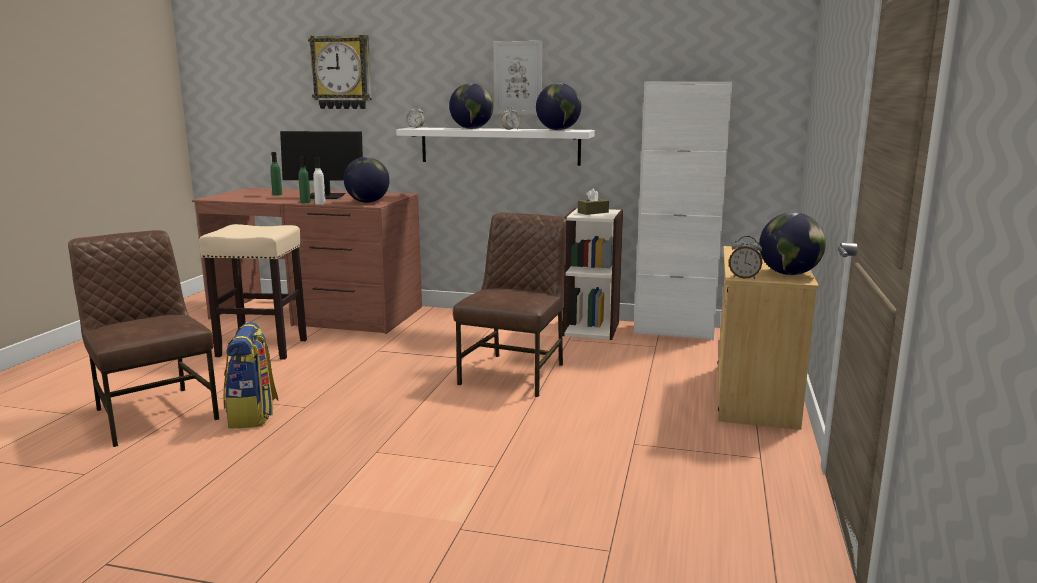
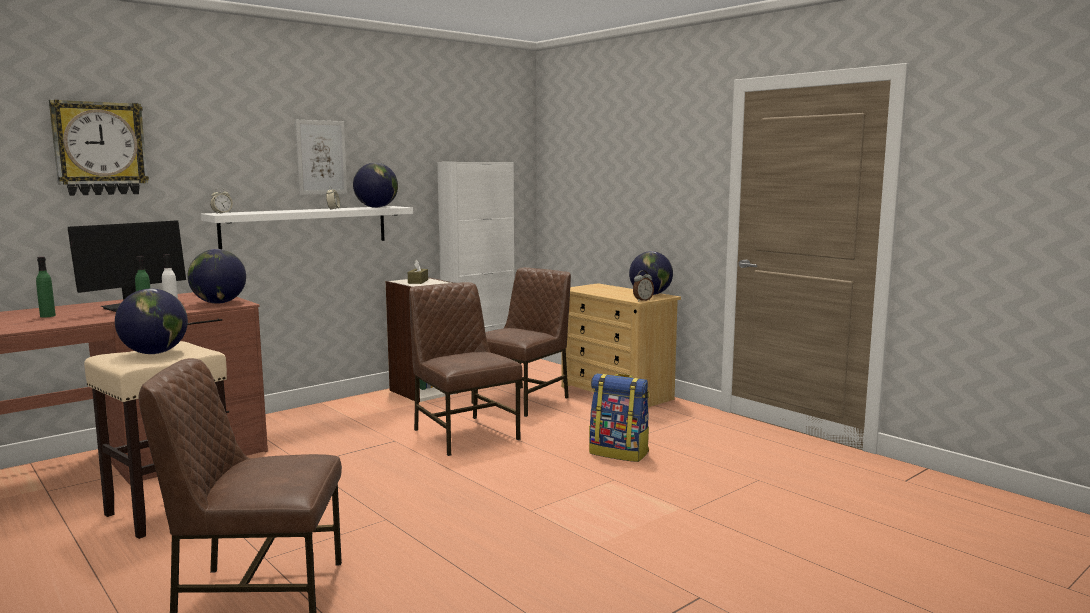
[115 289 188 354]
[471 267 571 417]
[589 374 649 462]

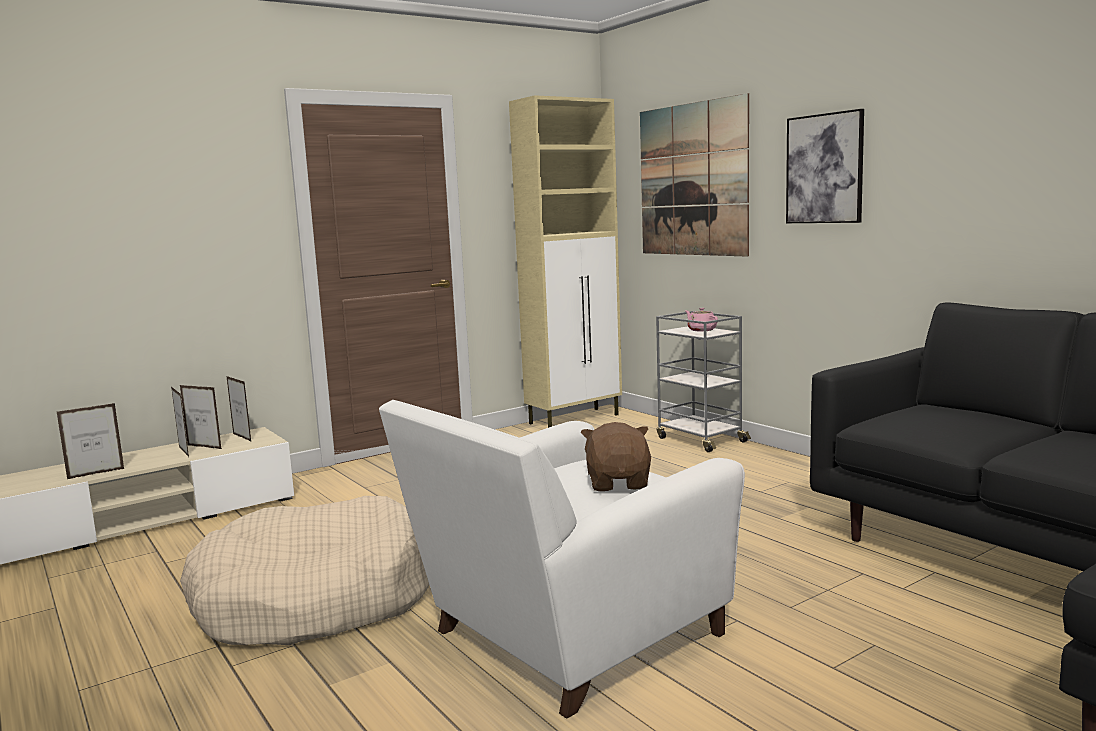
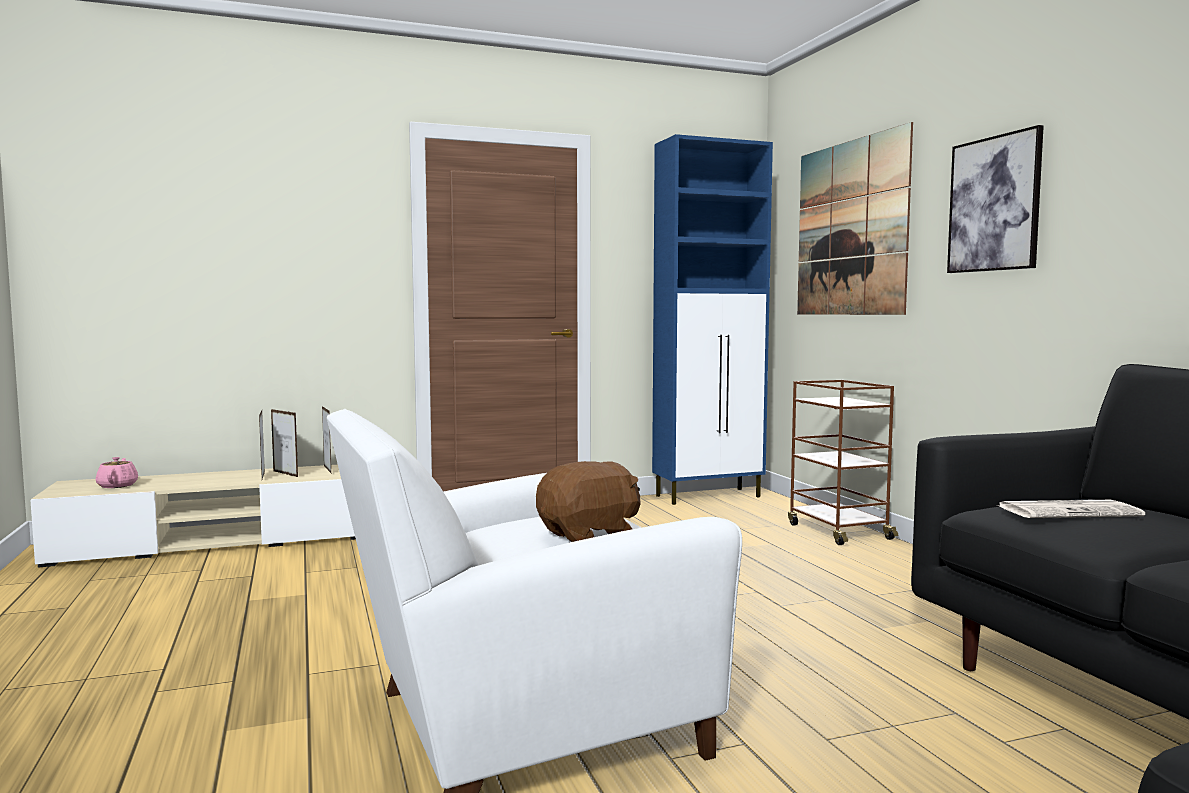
[96 457 138 488]
[536 461 641 542]
[652 134 773 505]
[788 380 898 545]
[997 500 1145 518]
[57 403 125 479] (first image)
[180 496 430 645] (first image)

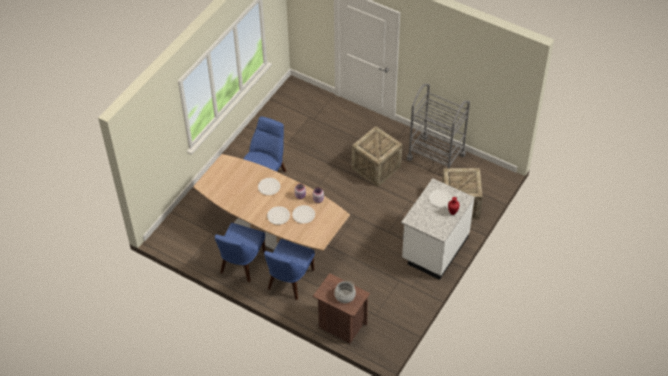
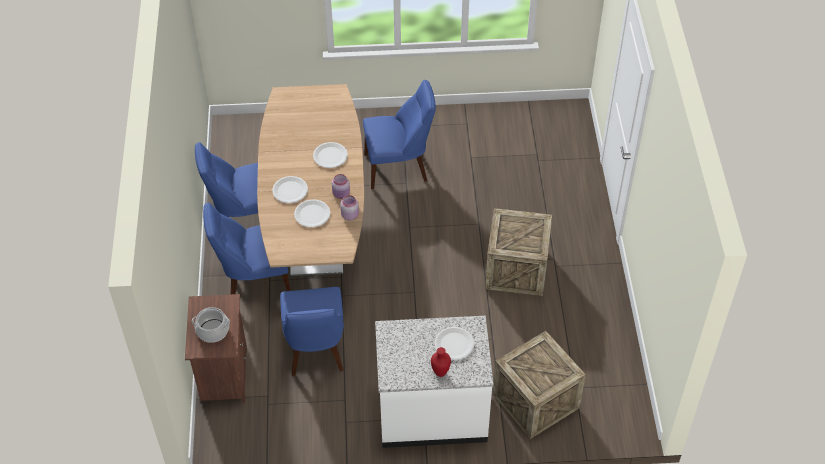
[280 287 344 376]
[407 84 470 168] (first image)

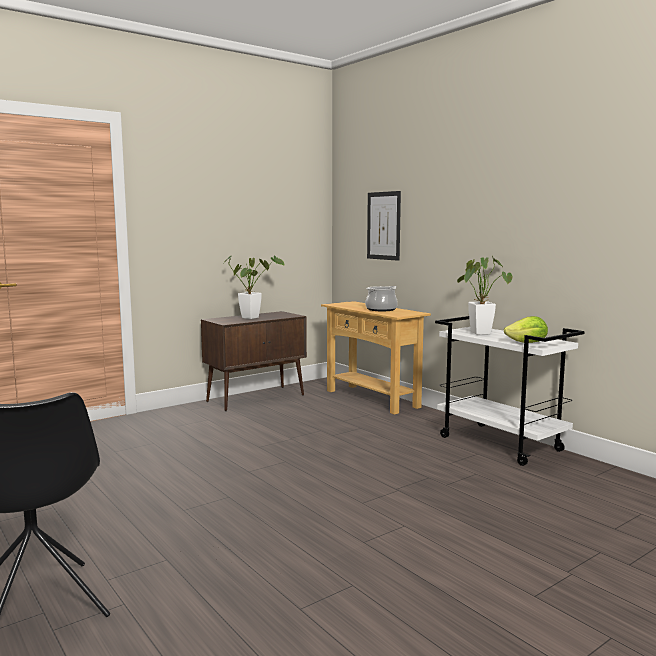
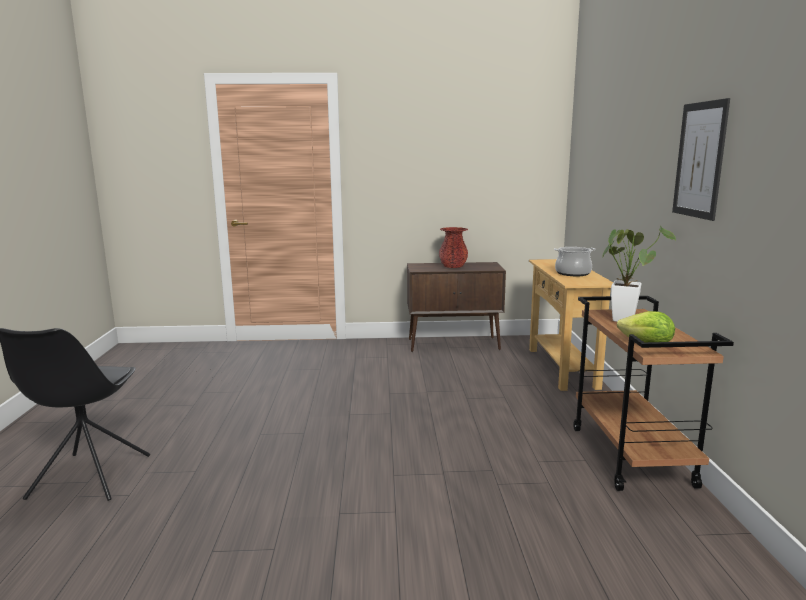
[439 227 468 268]
[573 296 734 491]
[672 98 730 221]

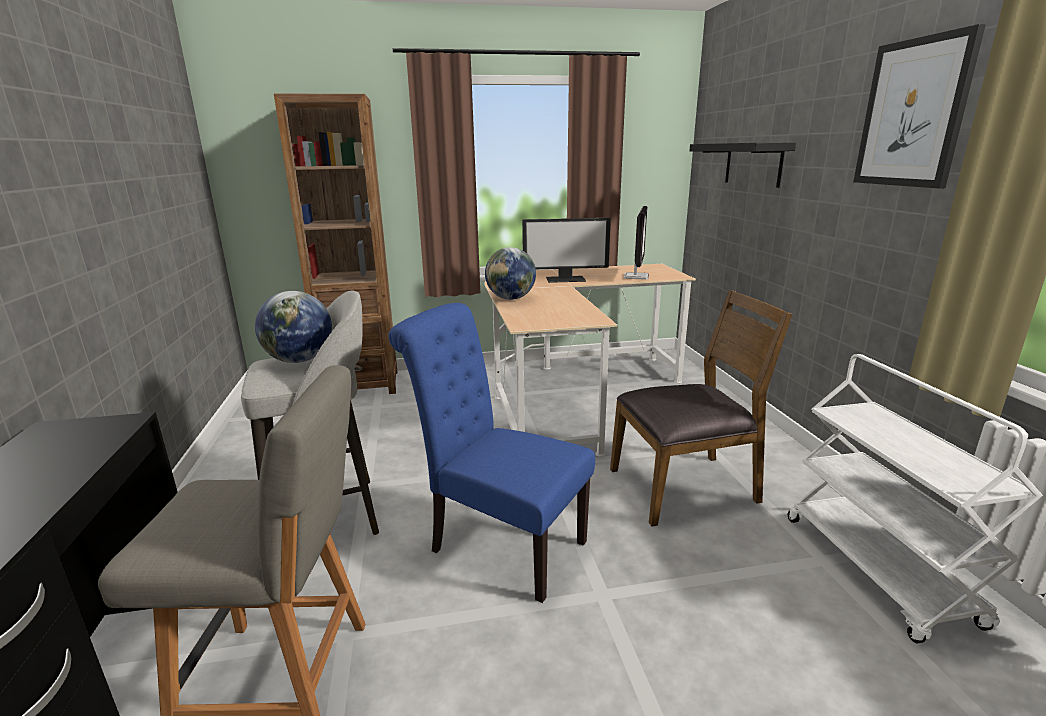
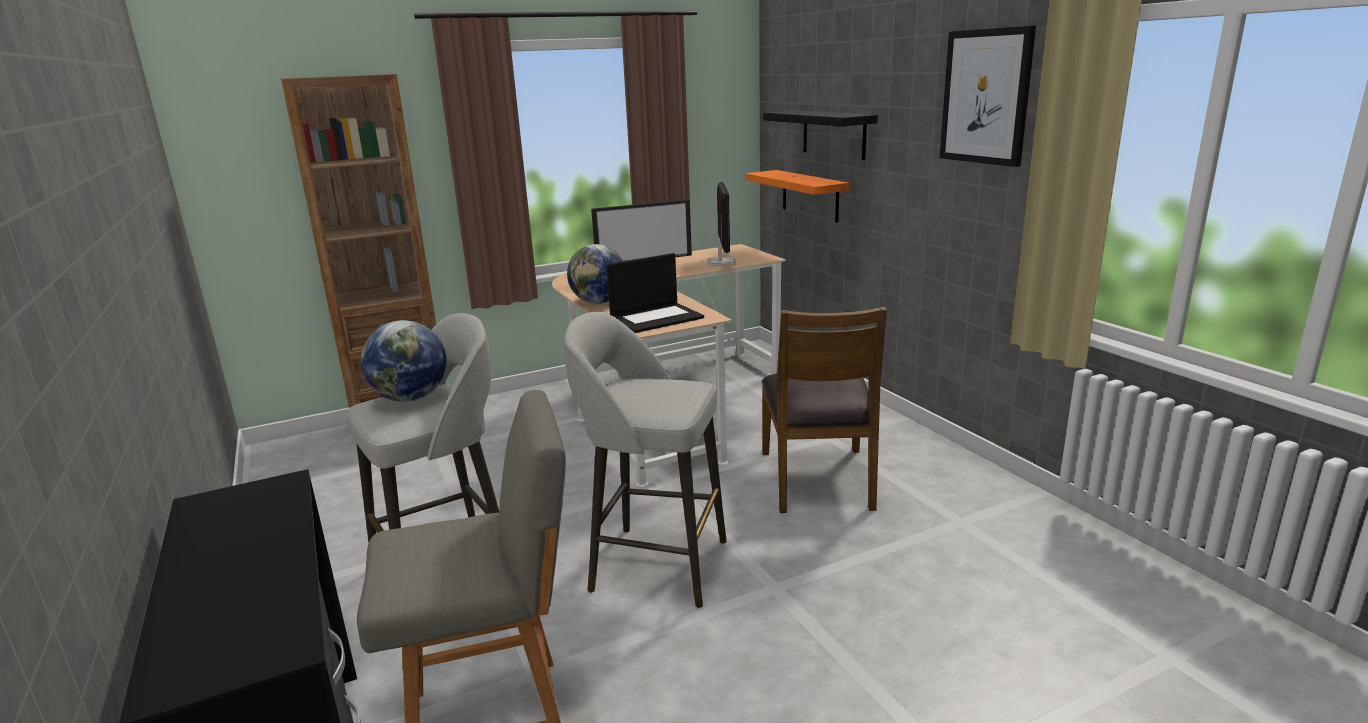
[565 312 727 608]
[606 253 704 333]
[745 170 849 223]
[762 307 887 513]
[788 354 1043 643] (first image)

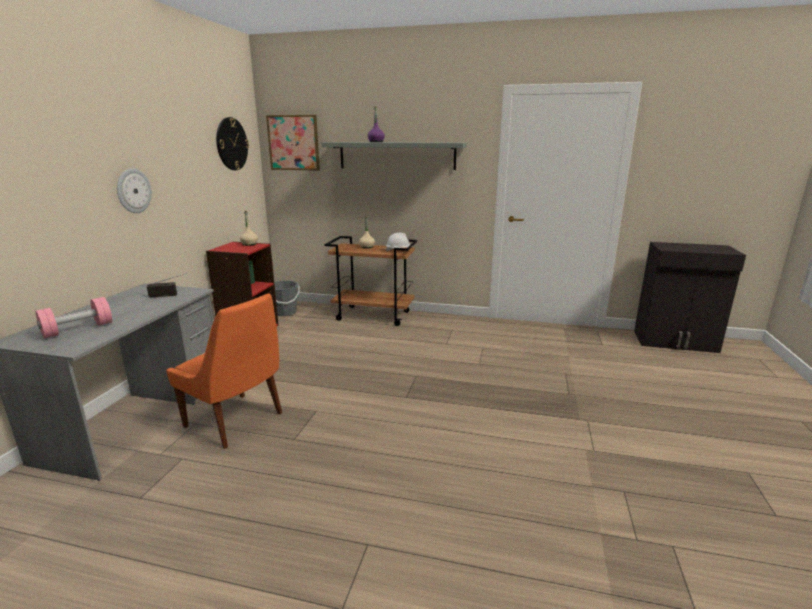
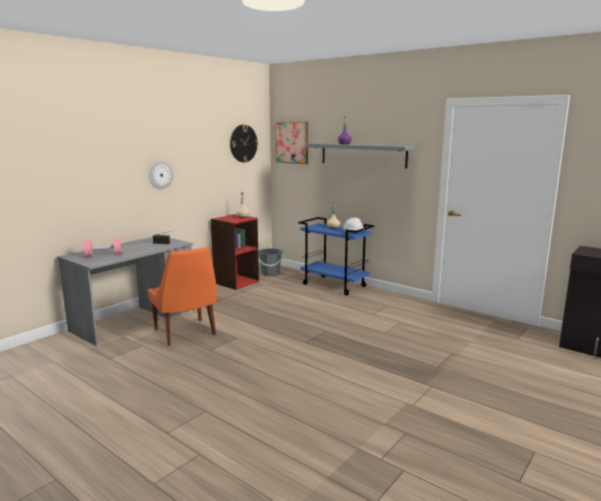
[298 217 374 296]

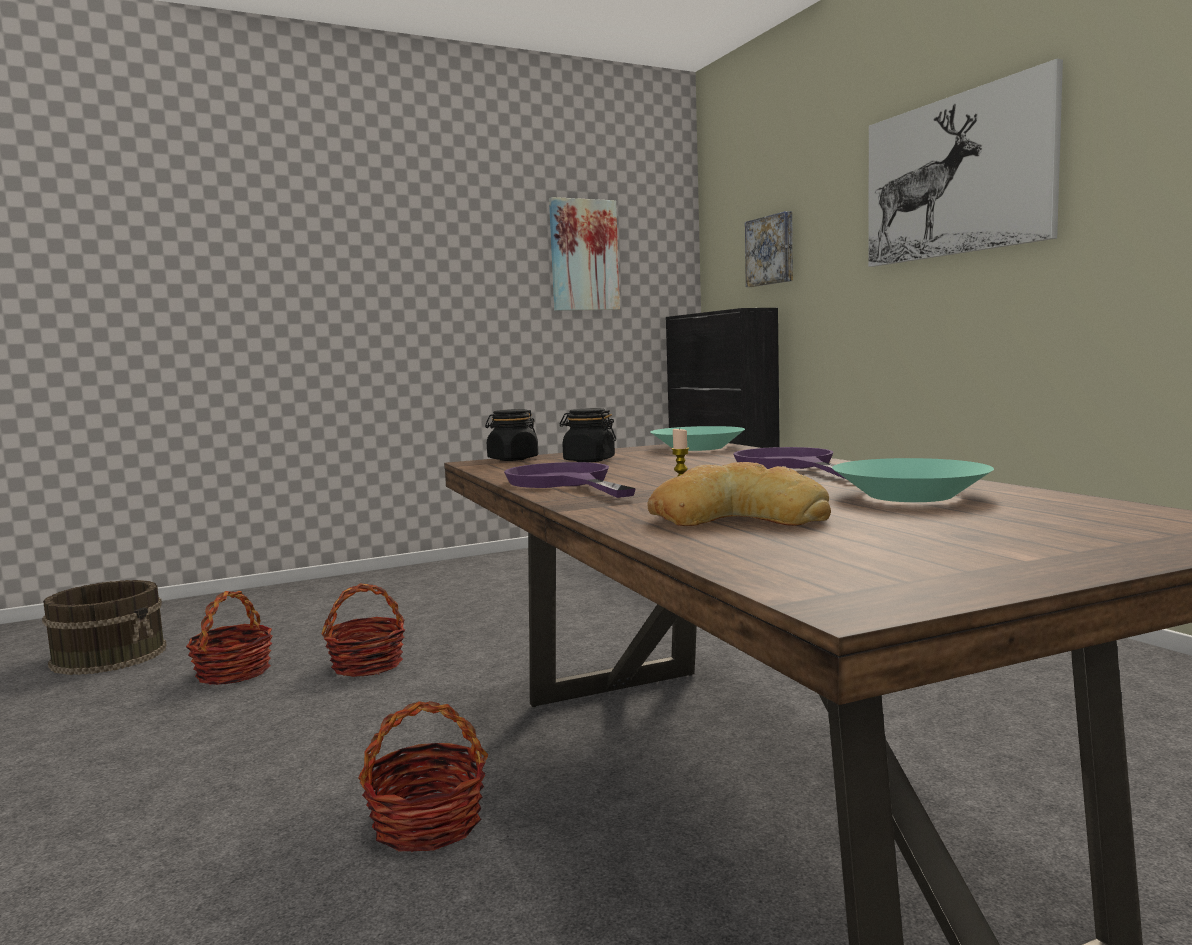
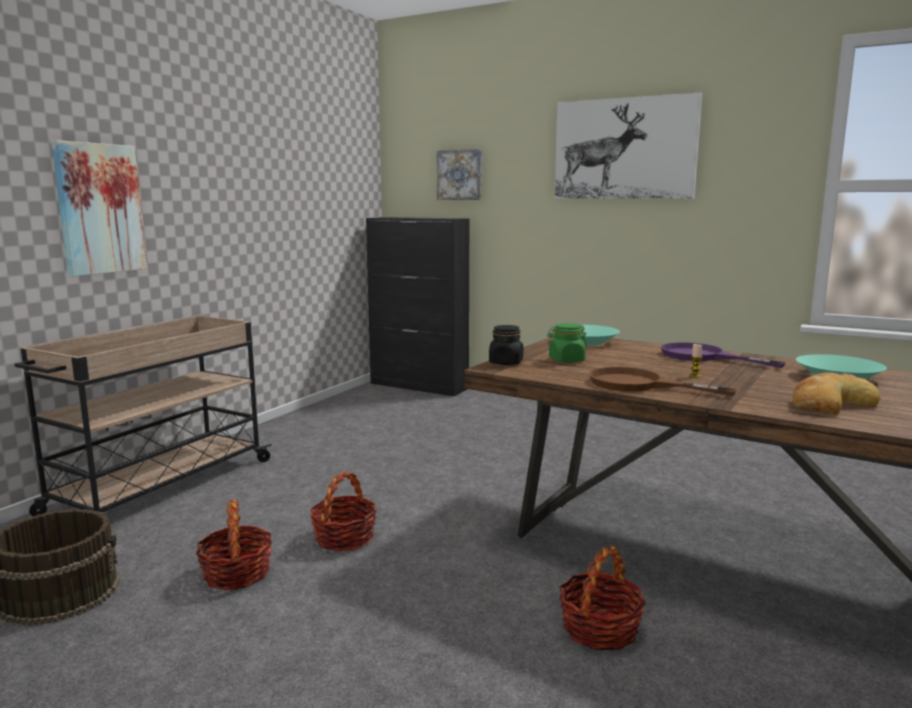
[14 316 272 516]
[51 140 147 276]
[547 323 587 363]
[589 367 737 396]

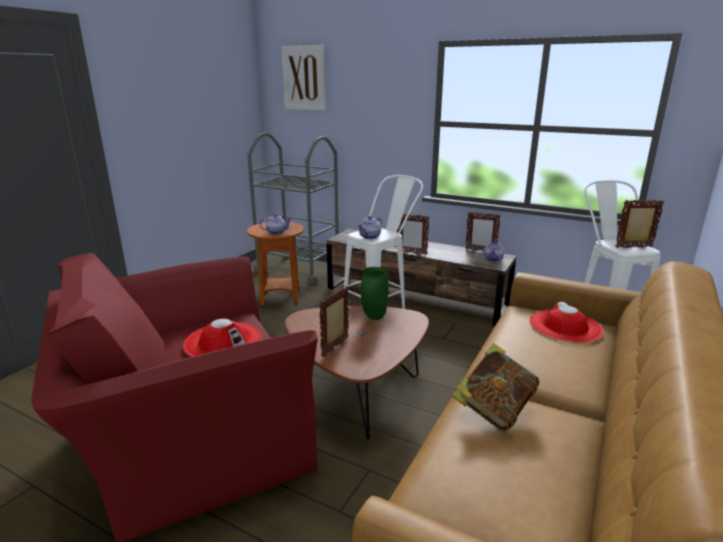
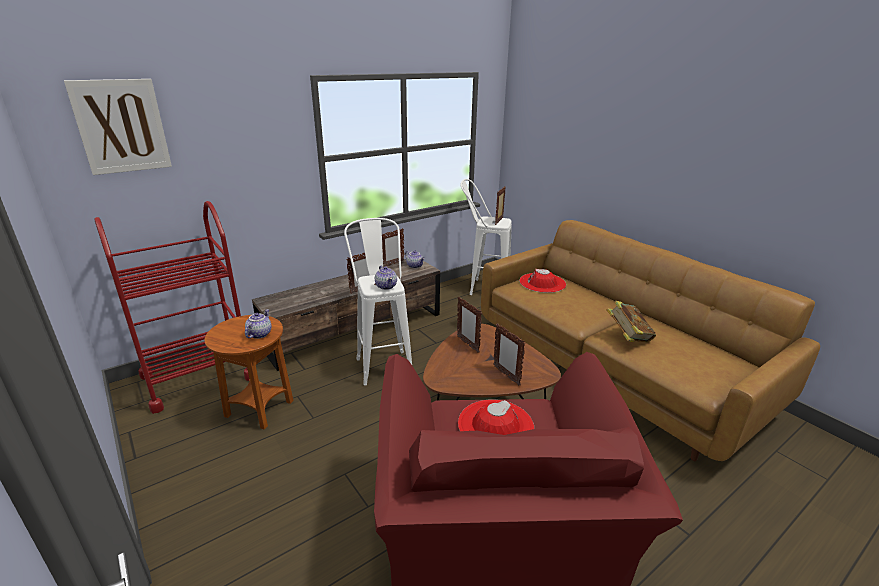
[94 201 249 414]
[457 297 482 353]

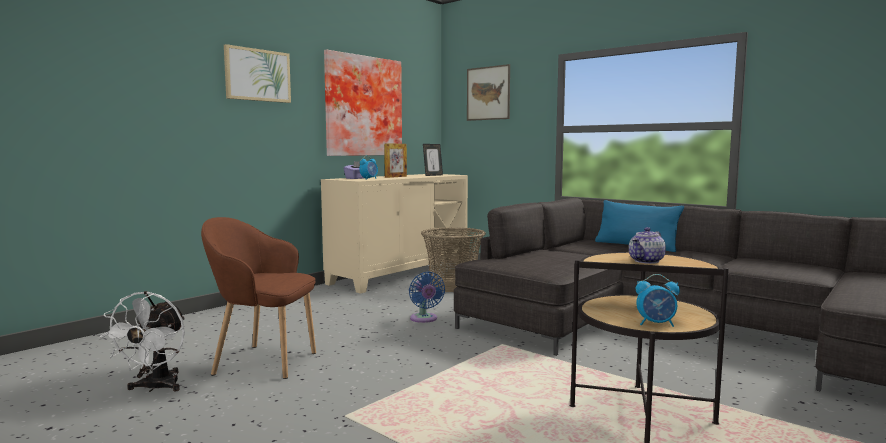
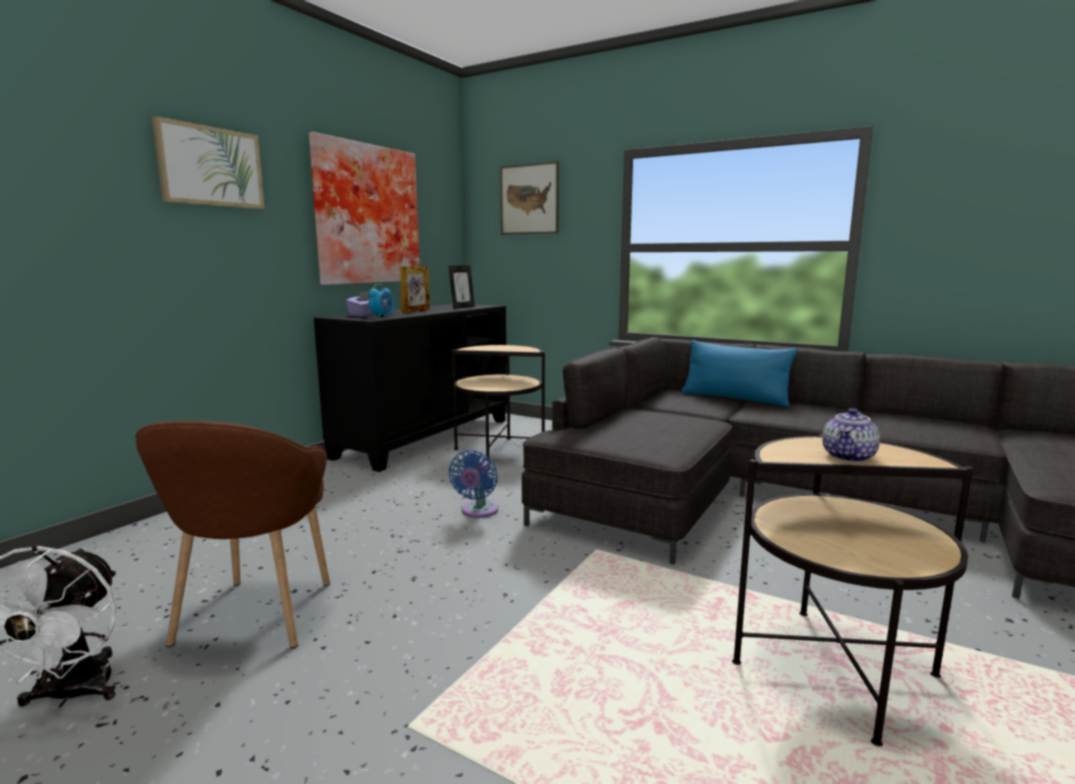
[136 421 330 648]
[314 304 507 472]
[449 450 498 518]
[452 344 545 461]
[636 274 680 327] (first image)

